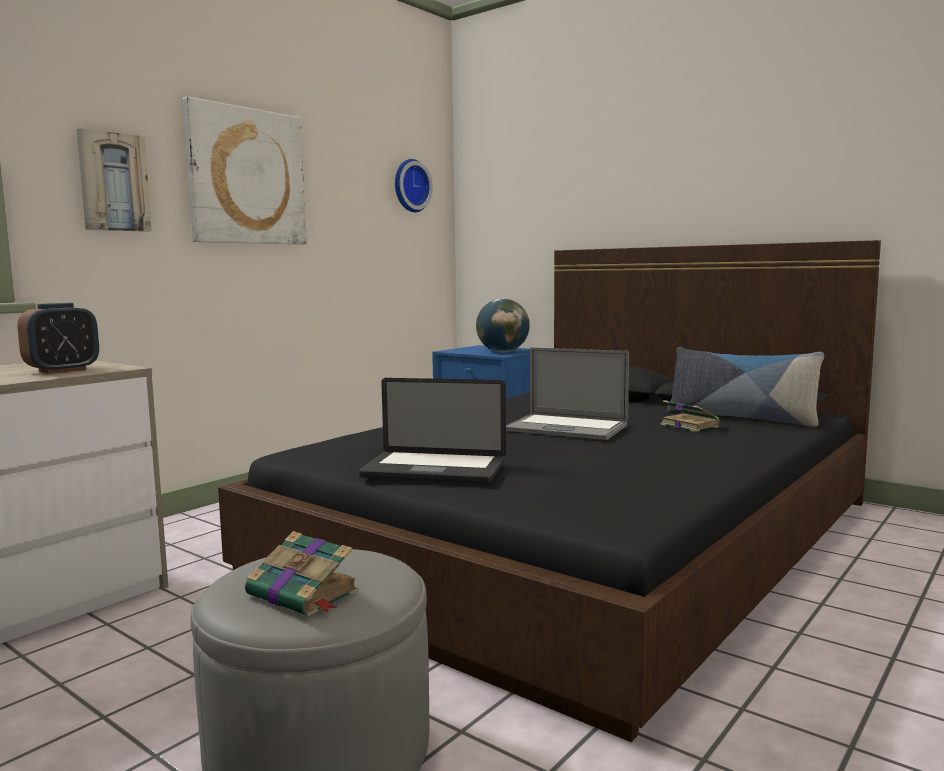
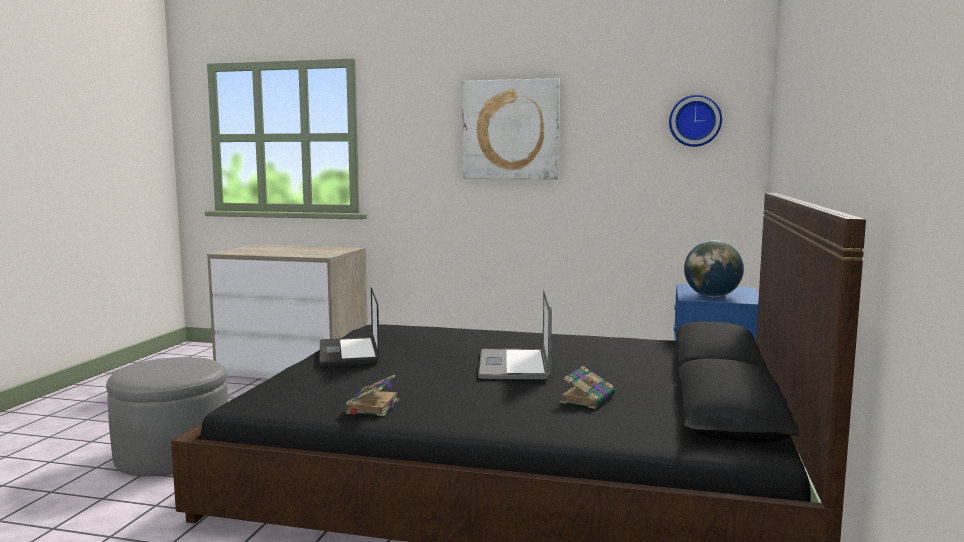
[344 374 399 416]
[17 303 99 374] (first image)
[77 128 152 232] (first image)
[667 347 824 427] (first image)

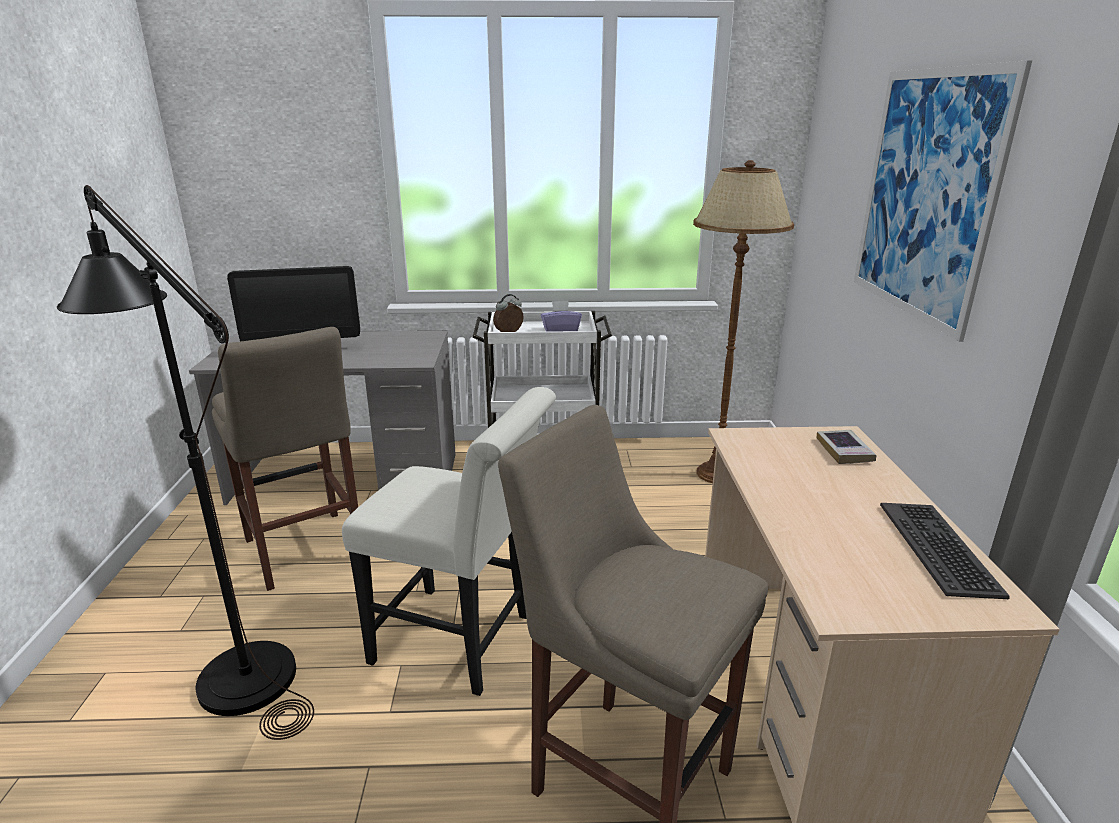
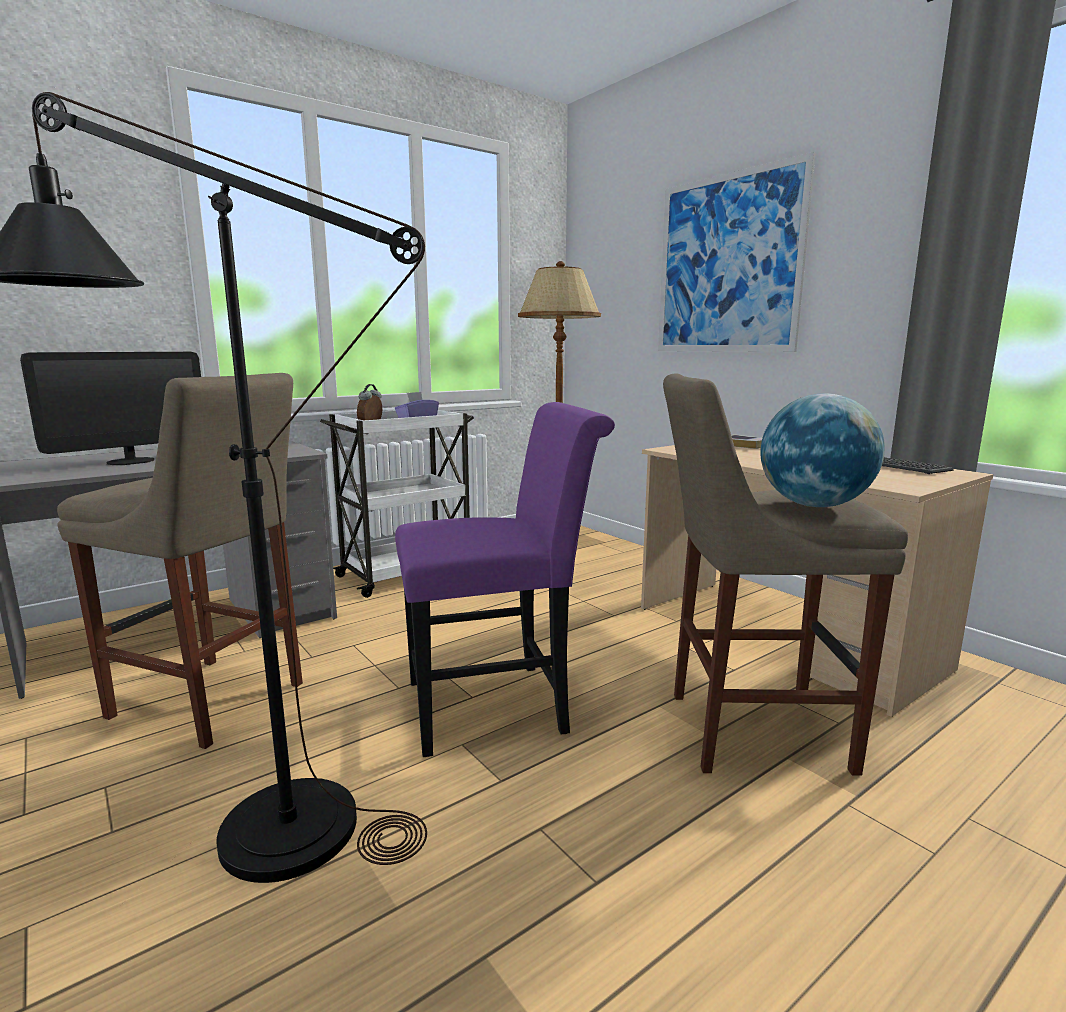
[395 402 615 757]
[760 393 885 507]

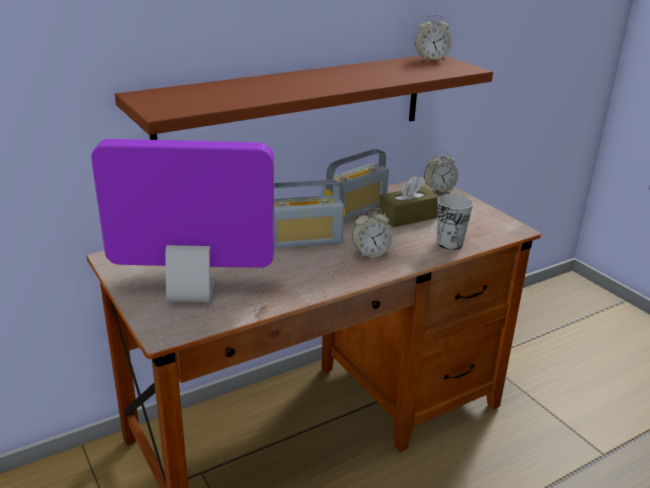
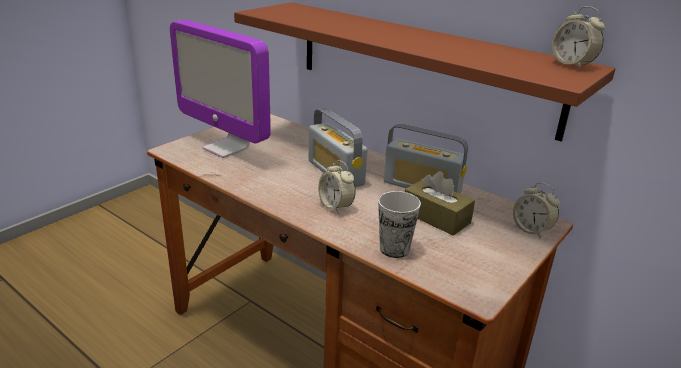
[170 20 271 158]

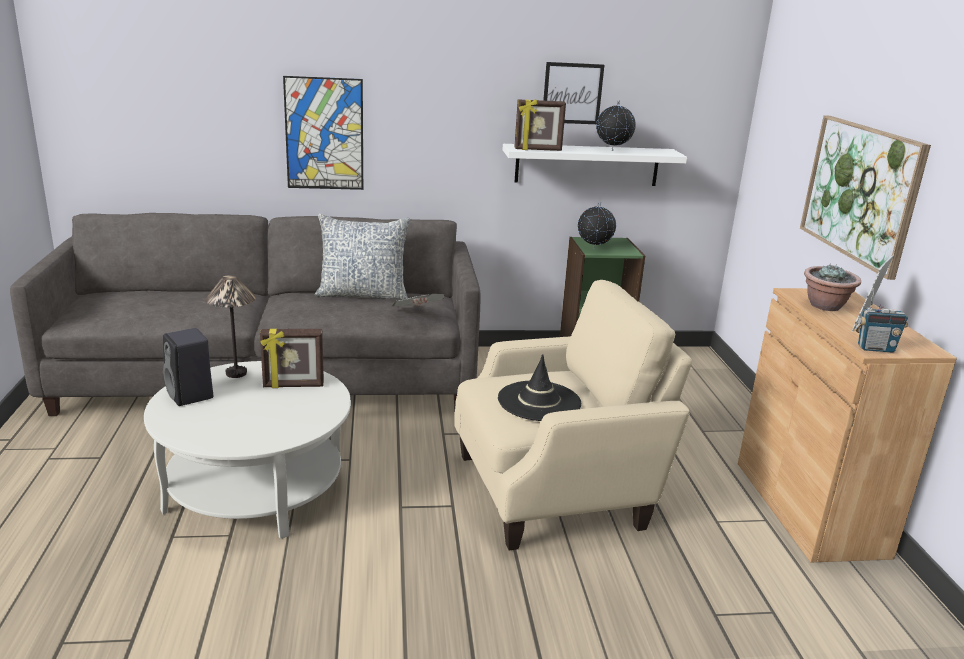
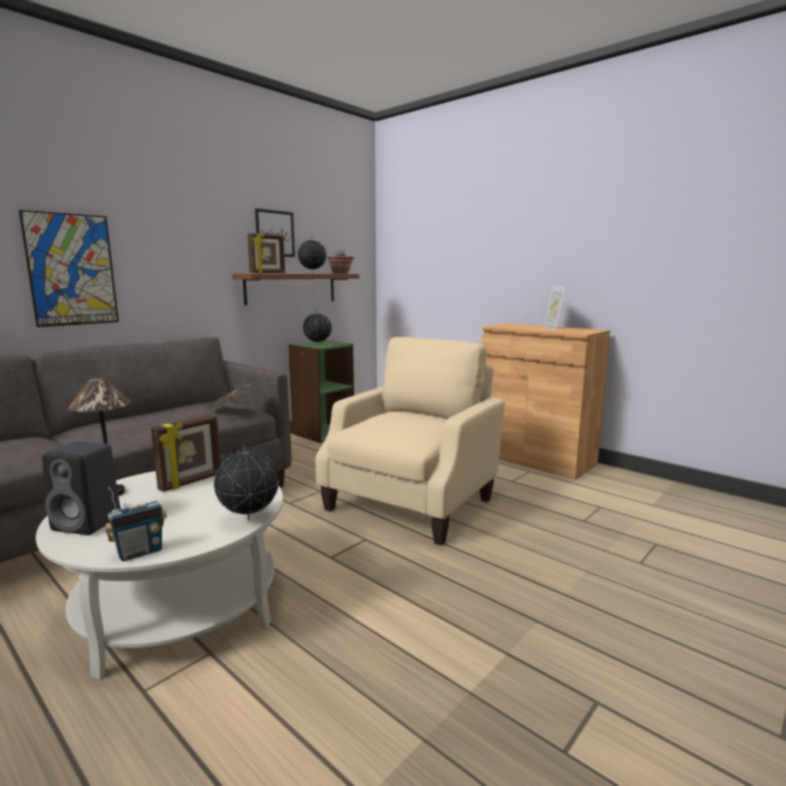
[105 487 167 561]
[214 445 279 520]
[232 274 359 305]
[327 250 354 274]
[315 214 410 300] (first image)
[498 354 581 421] (first image)
[800 115 931 280] (first image)

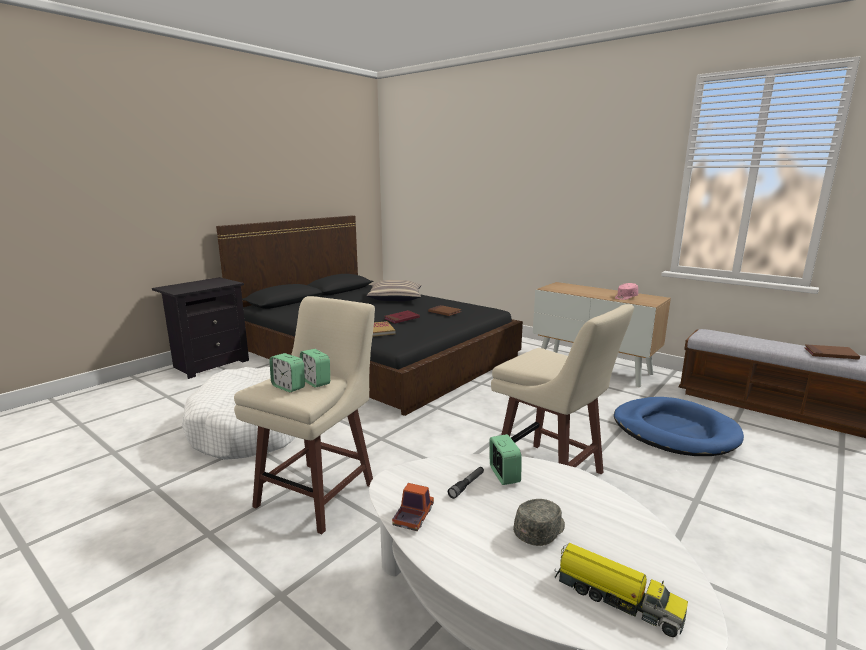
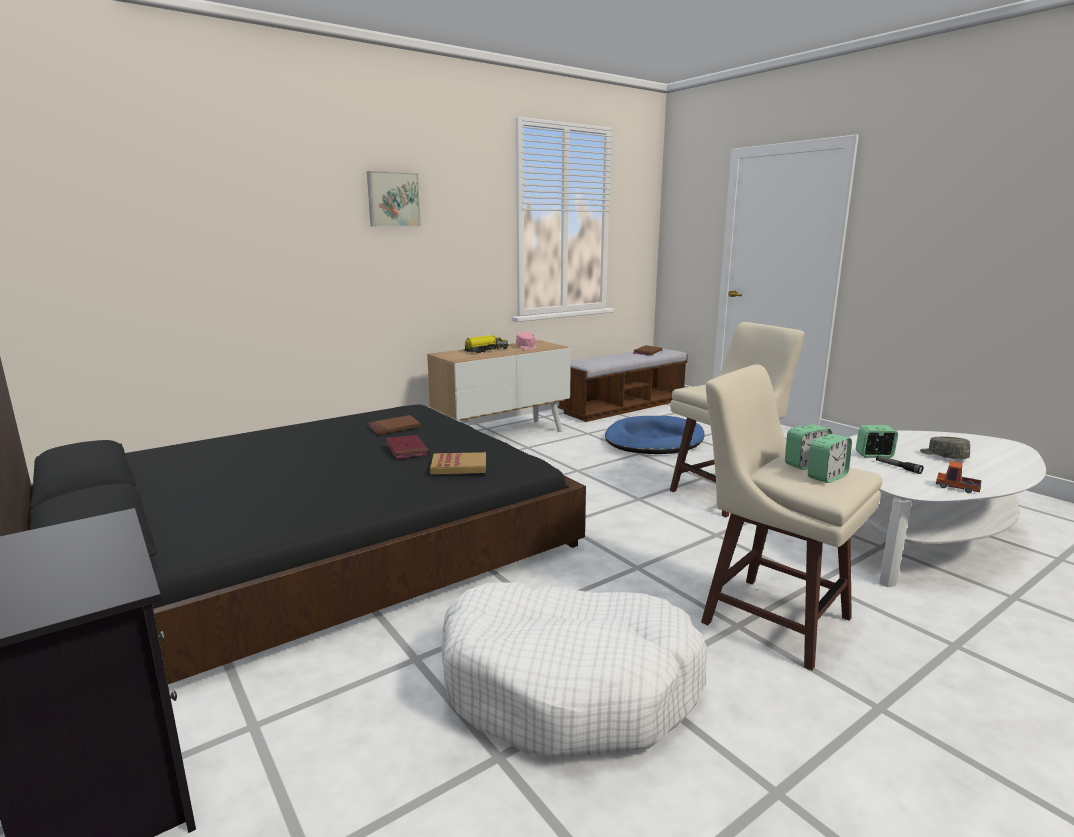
[367 171 421 227]
[463 335 508 353]
[367 280 421 301] (first image)

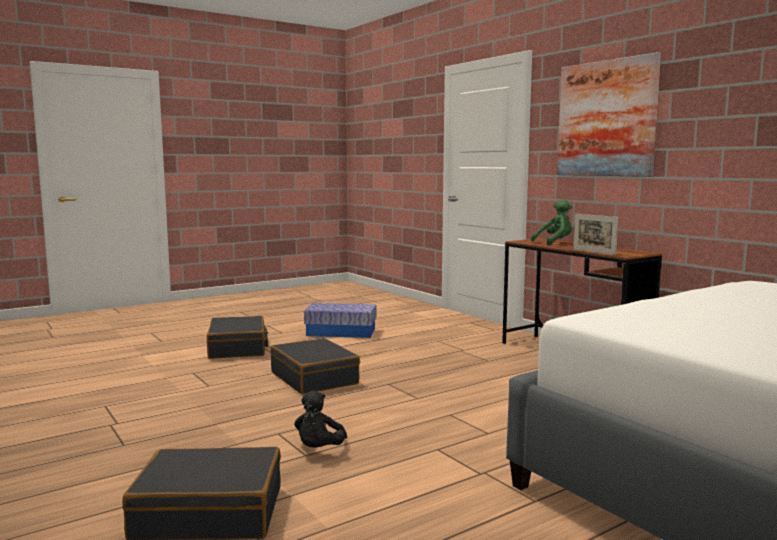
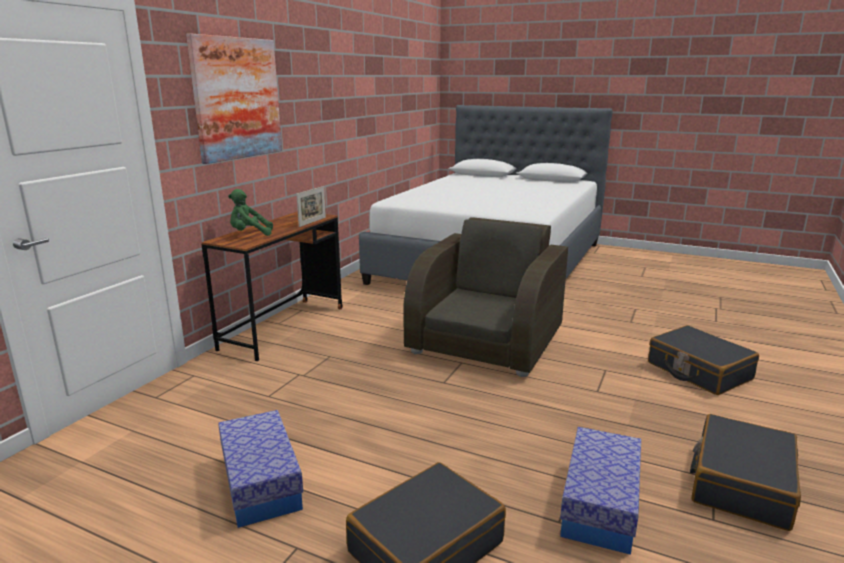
[228 189 273 236]
[403 217 568 377]
[560 427 641 555]
[690 414 801 531]
[294 391 347 448] (first image)

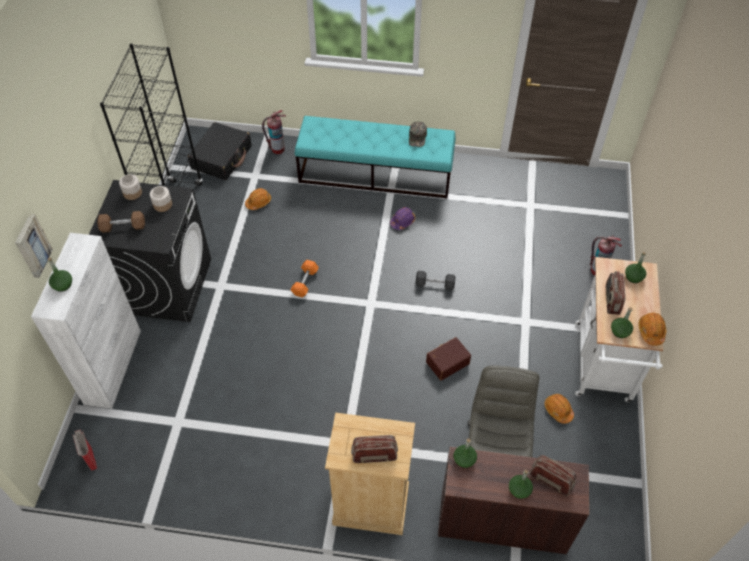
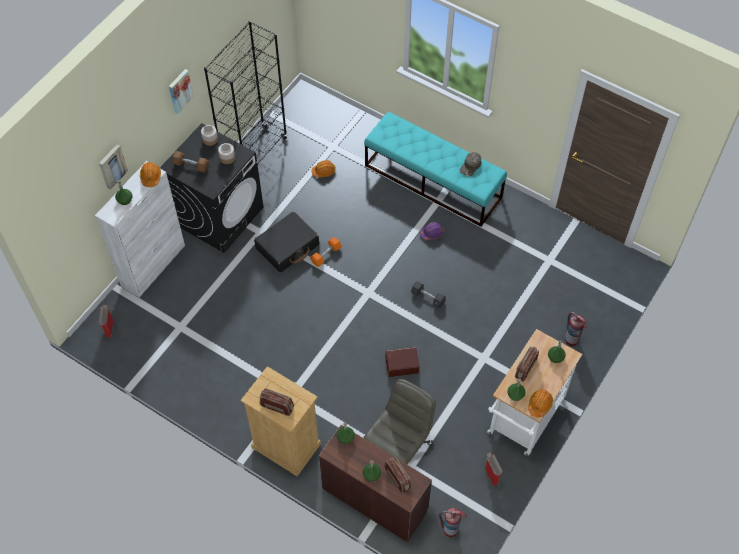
[140 162 161 187]
[169 69 194 114]
[254 211 319 272]
[439 508 467 537]
[485 452 503 486]

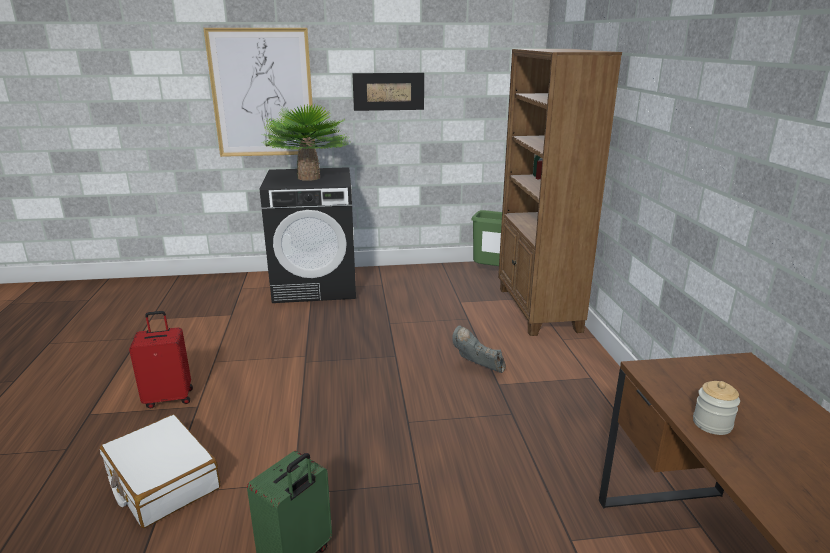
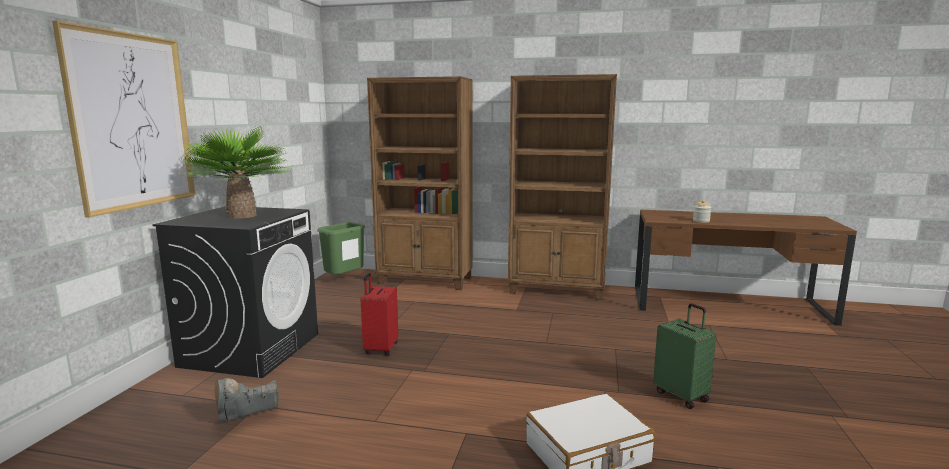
[215 378 279 422]
[361 273 398 355]
[508 74 617 300]
[352 73 424 111] (first image)

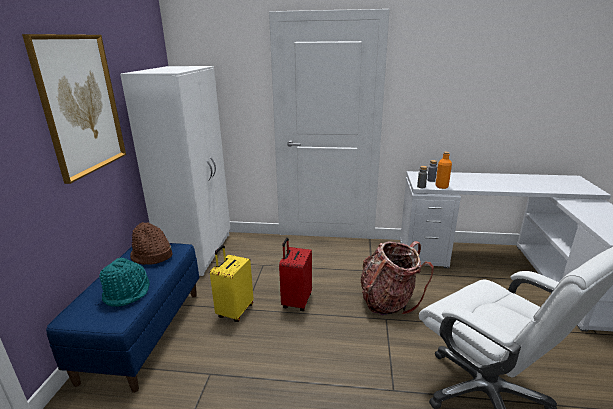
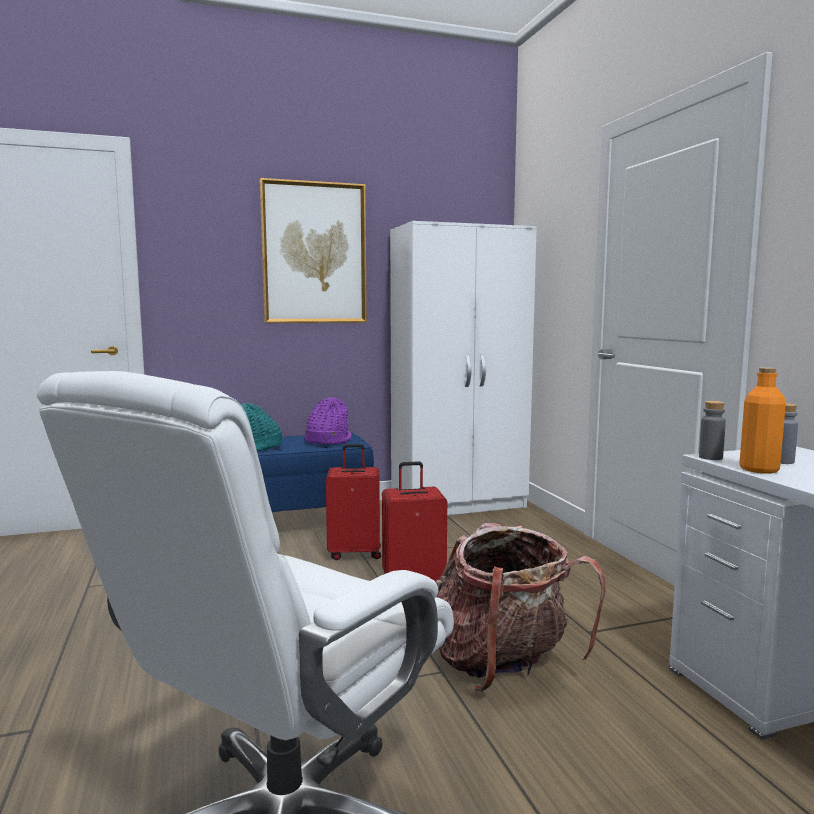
[304 397 352 444]
[326 444 381 560]

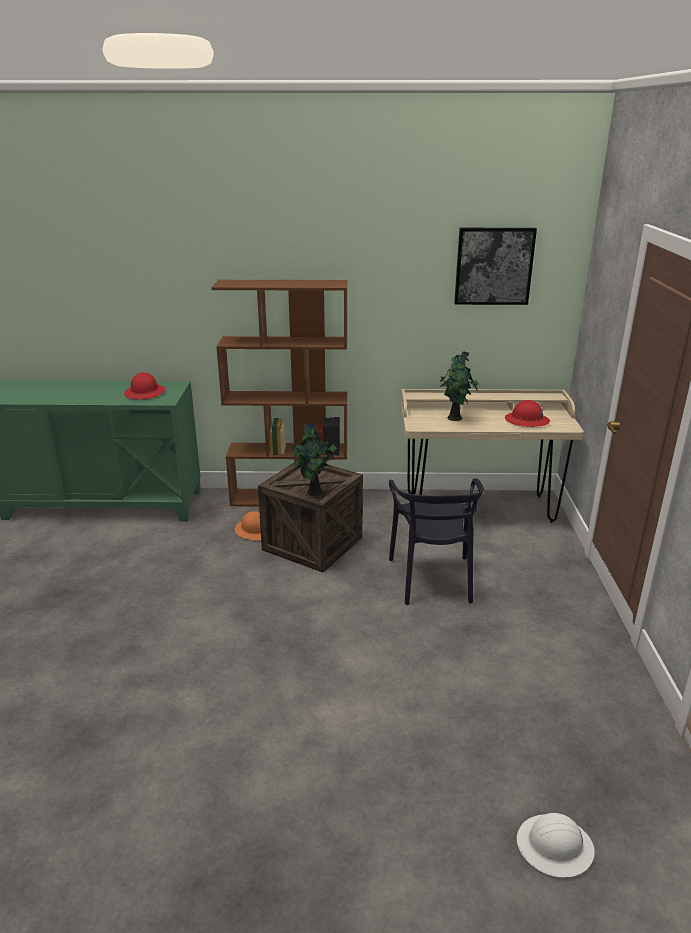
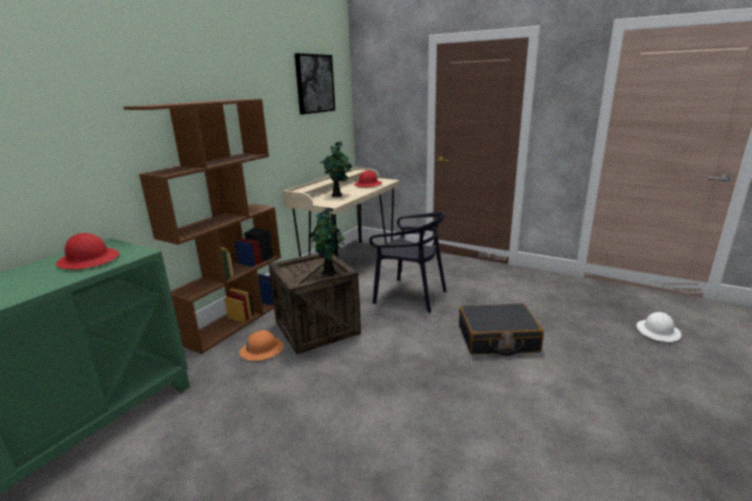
[459 303 544 356]

